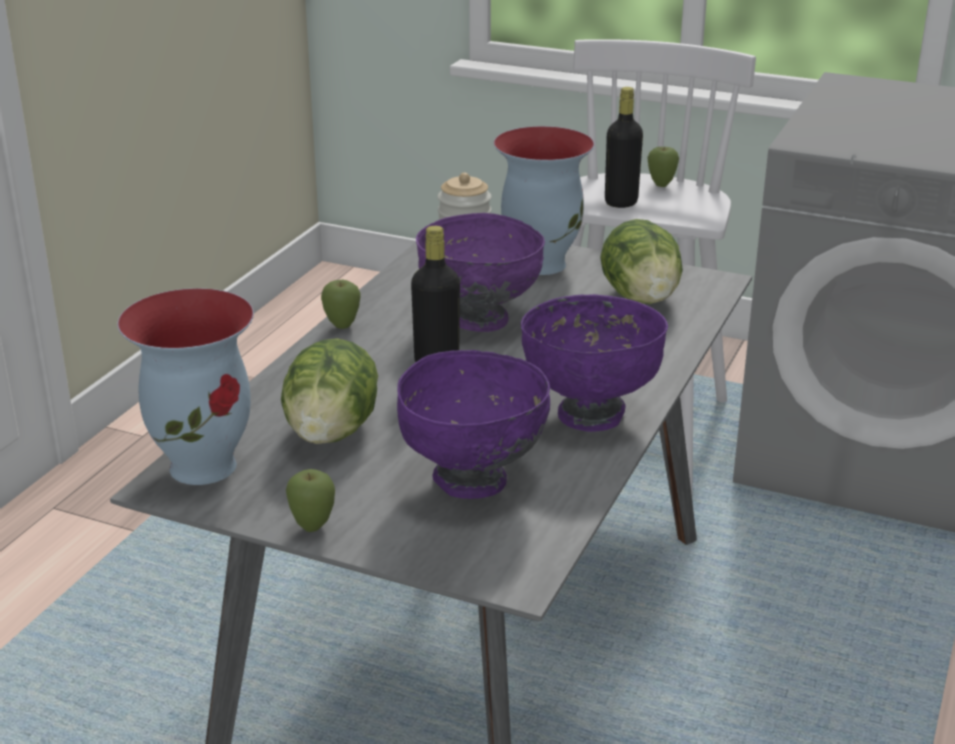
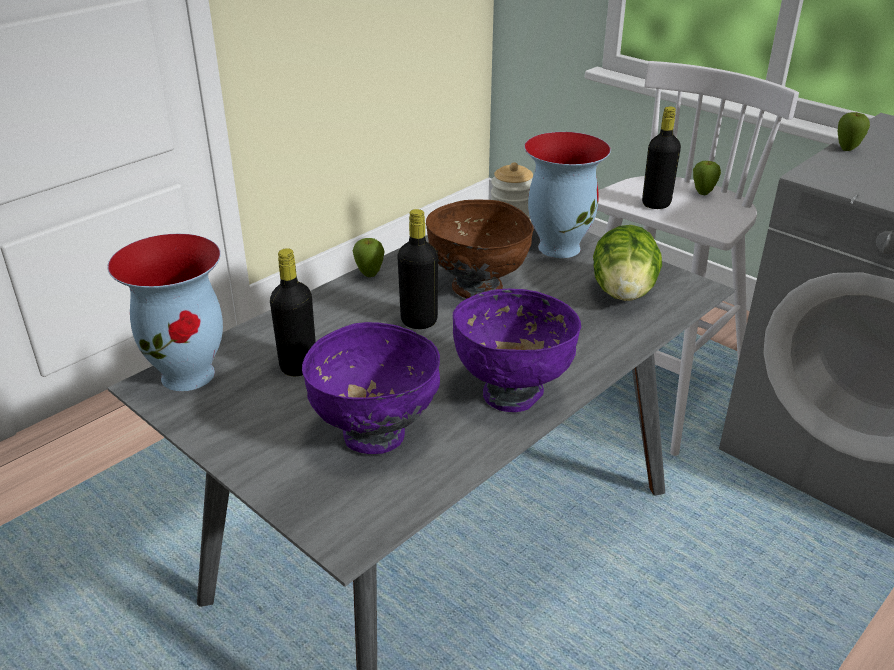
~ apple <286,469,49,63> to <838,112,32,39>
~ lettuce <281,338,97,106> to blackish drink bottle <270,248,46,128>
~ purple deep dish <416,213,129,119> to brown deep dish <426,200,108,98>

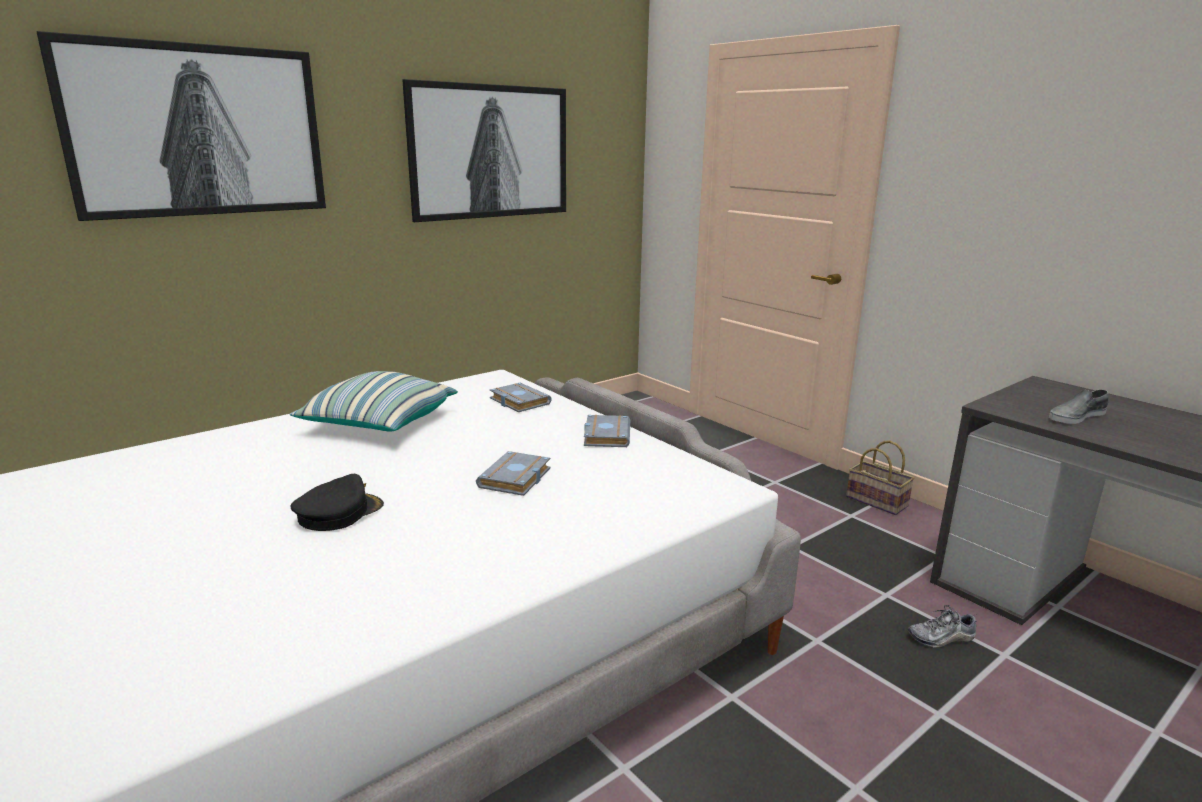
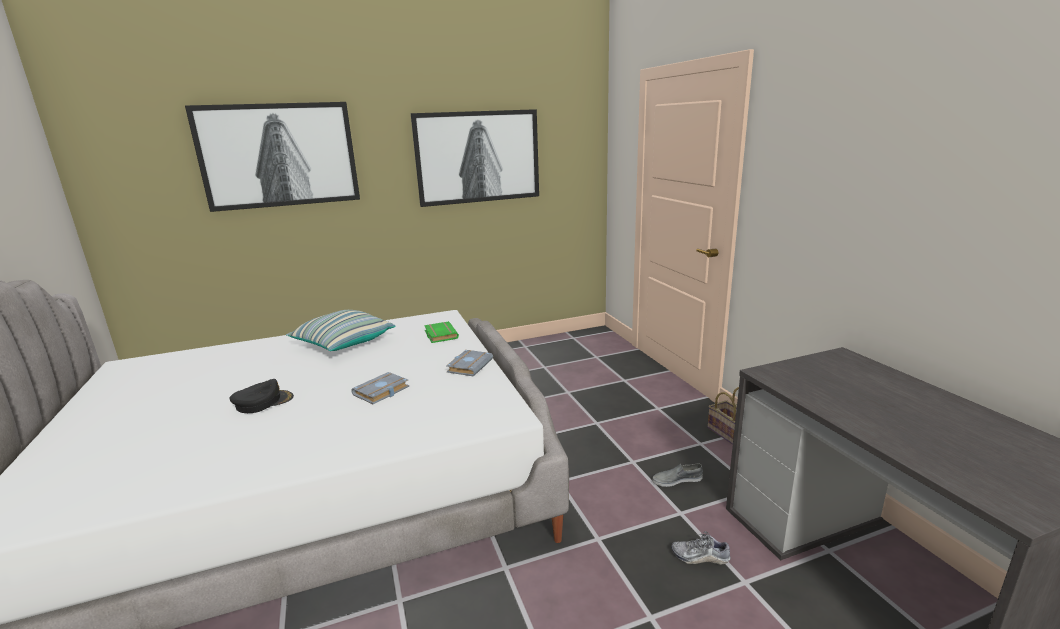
~ gray item of footwear <1049,390,60,34> to <652,463,51,24>
~ gray bound book <489,383,63,29> to green-coloured bound book <424,321,35,22>

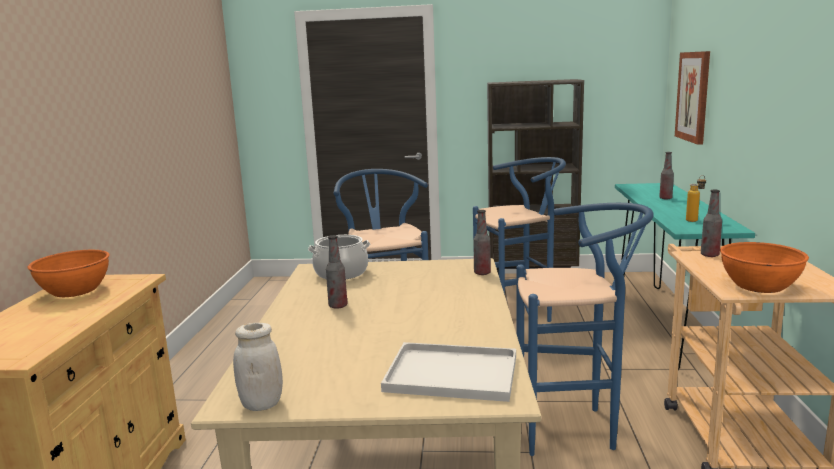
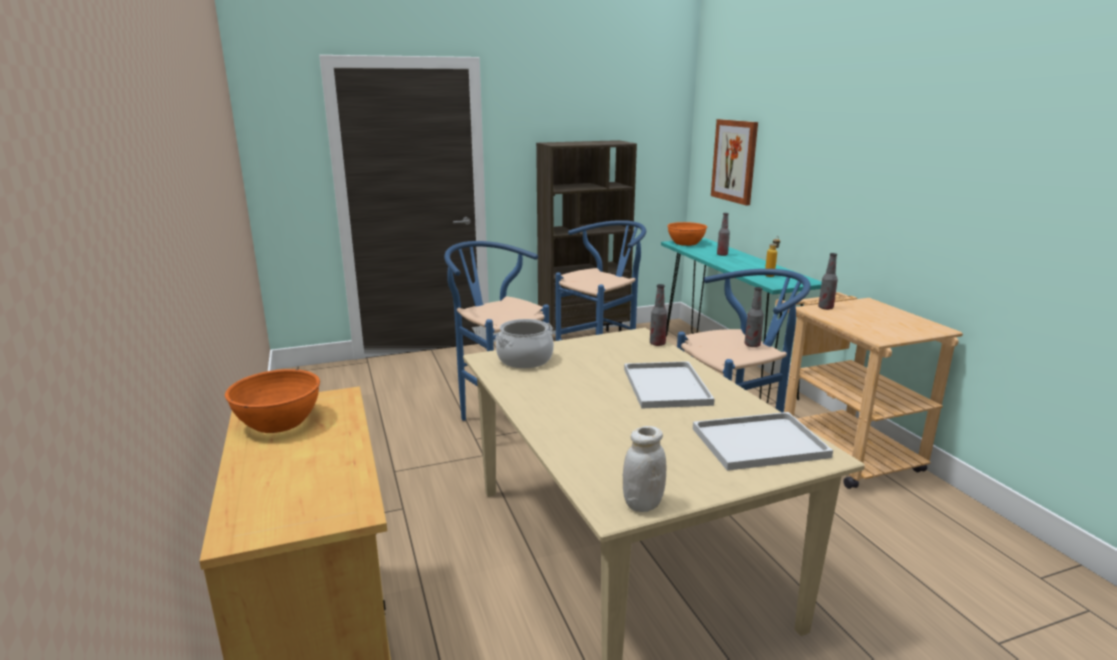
+ whitish carrying tray <624,361,91,48>
~ drink bottle <326,235,22,74> to <745,287,19,60>
~ orange-coloured deep dish <720,242,89,51> to <667,222,40,24>

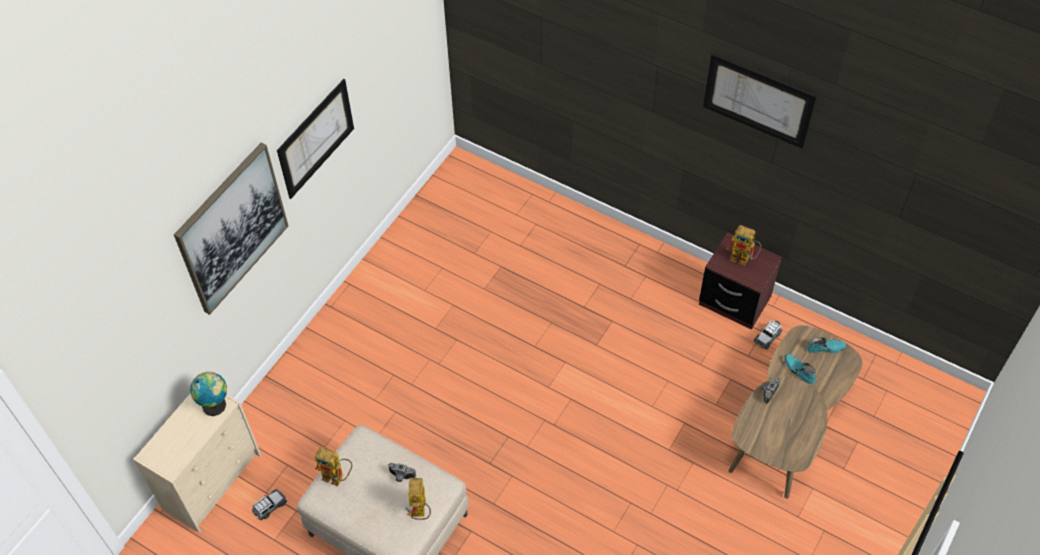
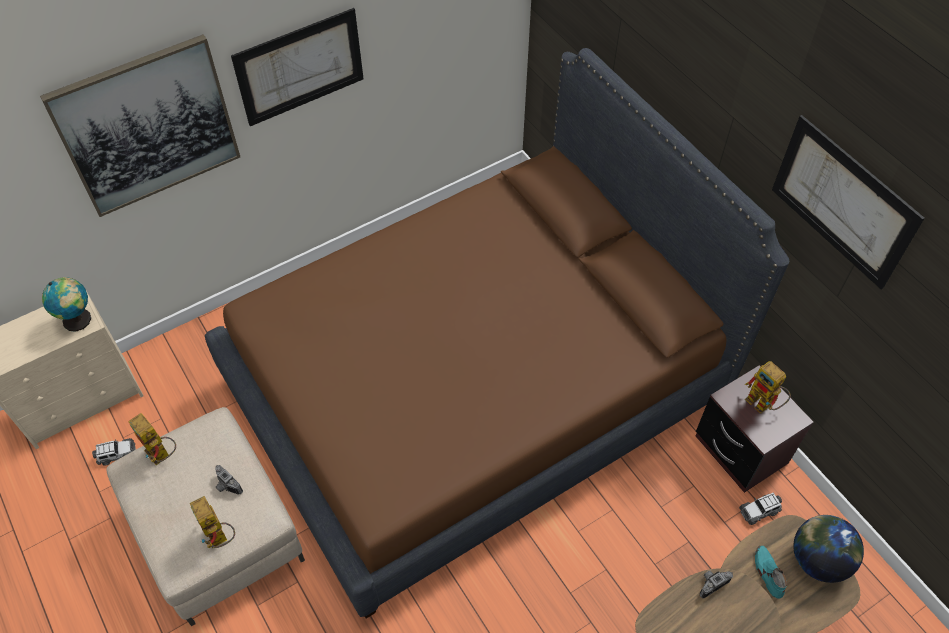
+ brown bed <205,48,584,570>
~ turquoise item of footwear <807,337,39,16> to desk globe <793,515,71,68>
~ model robot <405,478,26,42> = <190,496,45,52> 60 degrees counterclockwise

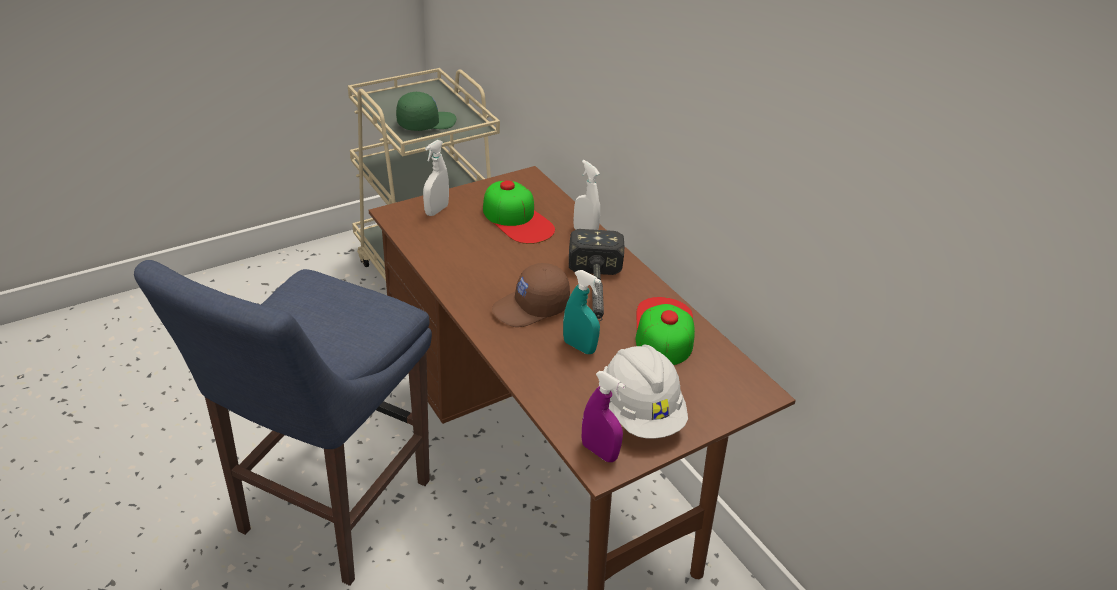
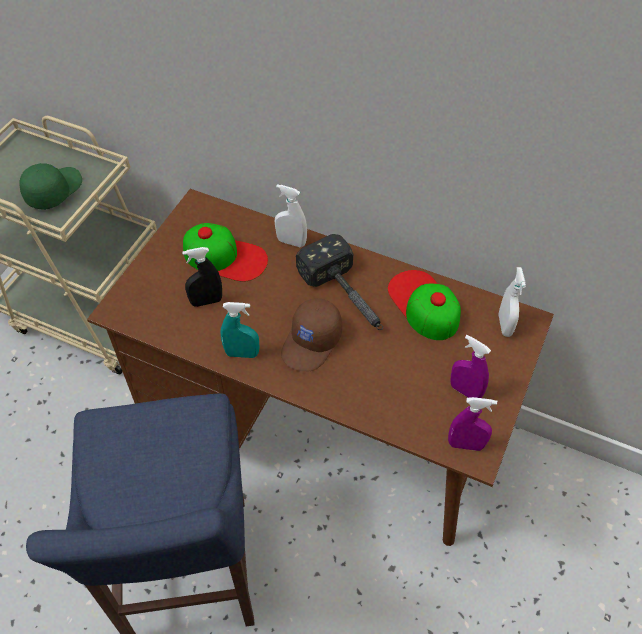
+ blackish hand sprayer <182,247,40,60>
~ whitish hand sprayer <423,140,26,76> to <499,267,27,70>
~ turquoise hand sprayer <563,270,38,84> to <220,302,39,56>
~ whitish safety helmet <599,345,89,94> to purple hand sprayer <450,335,41,63>

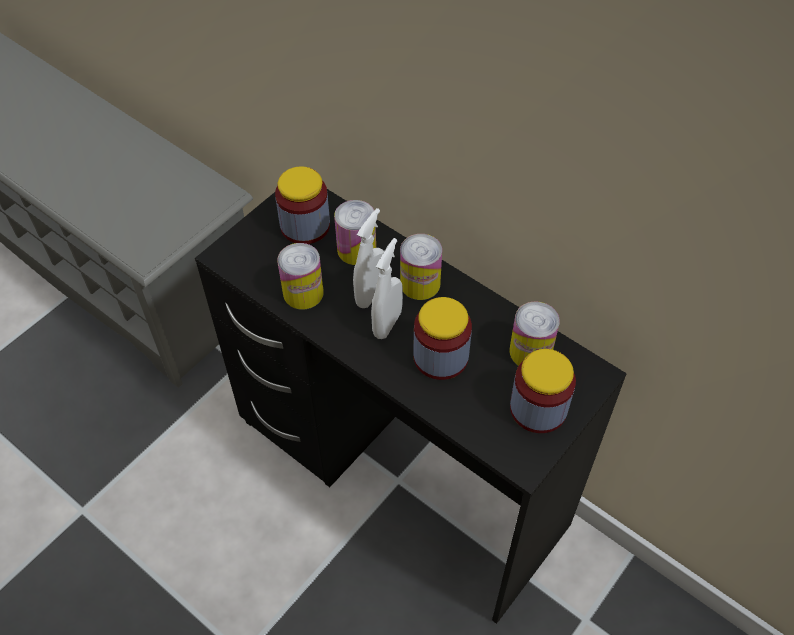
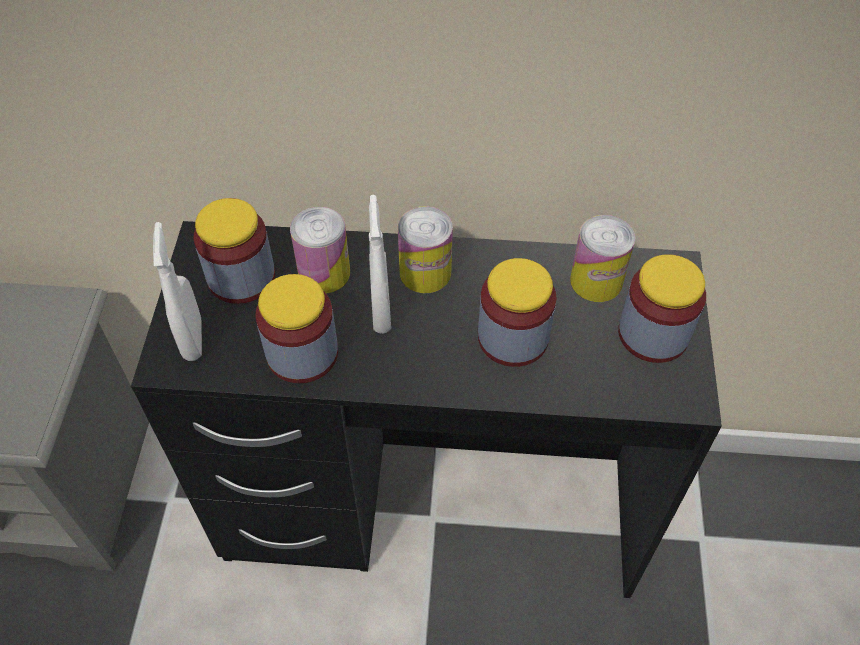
~ whitish hand sprayer <371,238,32,101> to <153,222,49,139>
~ can <277,243,47,66> to storage jar <255,274,83,109>

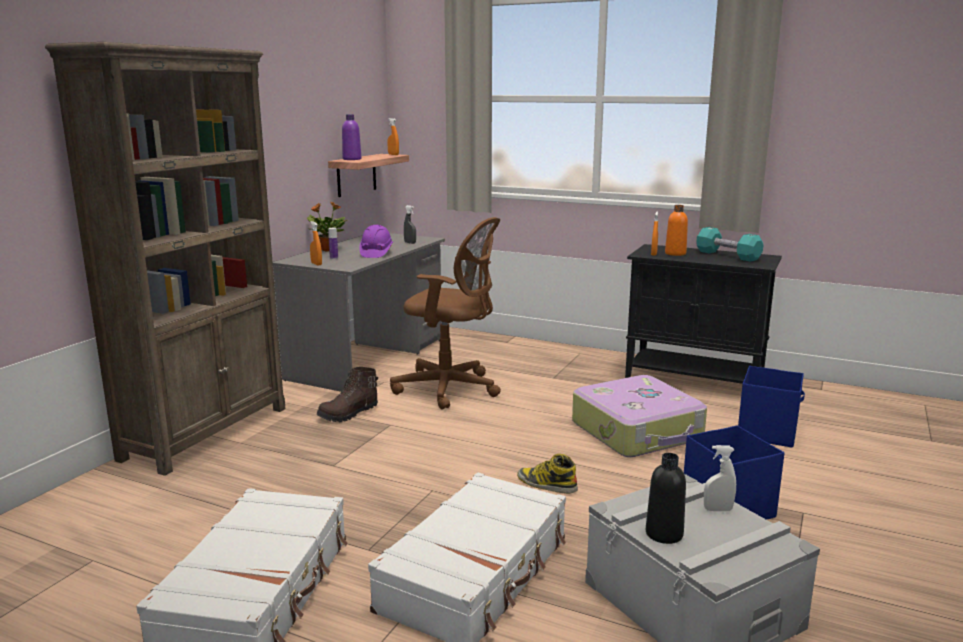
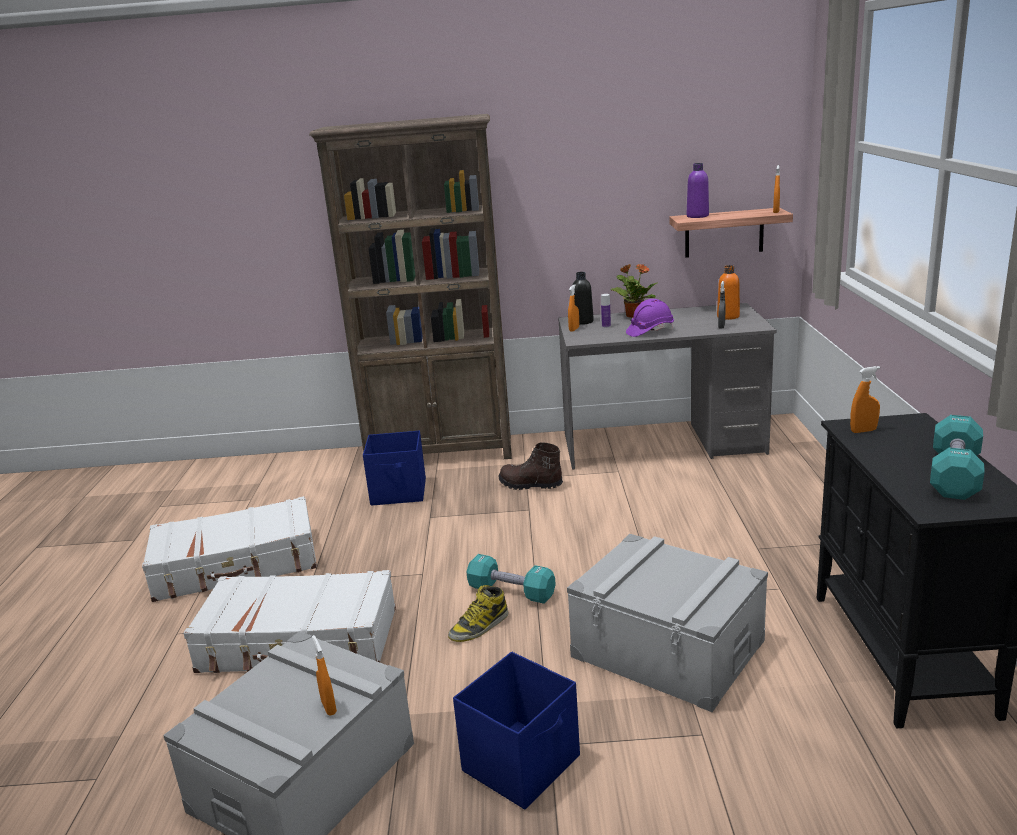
- brown office chair <390,217,111,193>
+ turquoise hand weight <467,554,89,50>
~ blackish drink bottle <646,453,40,91> to <572,272,22,53>
~ orange-coloured drink bottle <665,205,23,51> to <717,265,23,55>
~ blue storage box <738,366,67,82> to <363,430,63,76>
~ suitcase <572,375,135,82> to gray storage box <567,534,201,178>
~ whitish hand sprayer <704,445,32,66> to orange-coloured hand sprayer <312,635,25,81>
~ high-top boot <517,454,61,40> = <448,585,60,57> 135 degrees counterclockwise

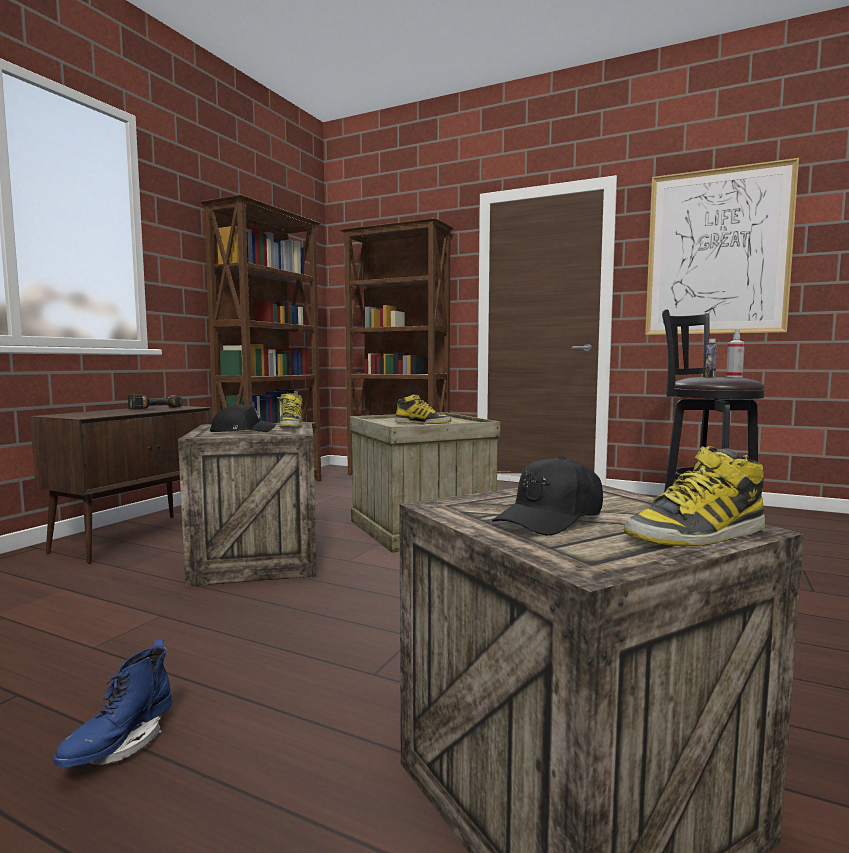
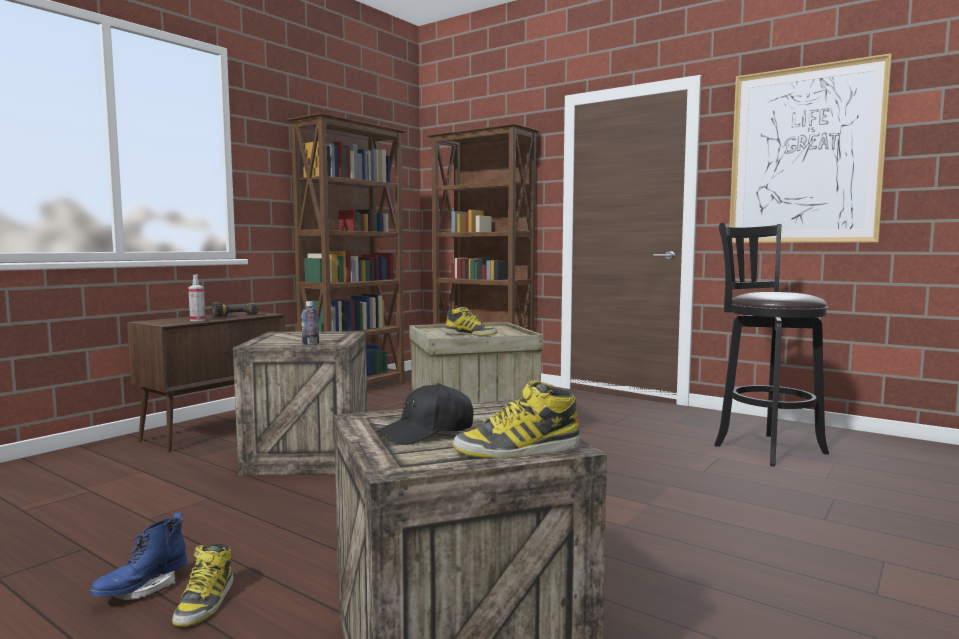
- blackish baseball cap <210,404,66,28>
~ high-top boot <279,393,24,35> to <172,544,62,82>
~ drink bottle <705,339,12,38> to <301,301,18,44>
~ hand sprayer <726,329,19,48> to <188,274,17,47>

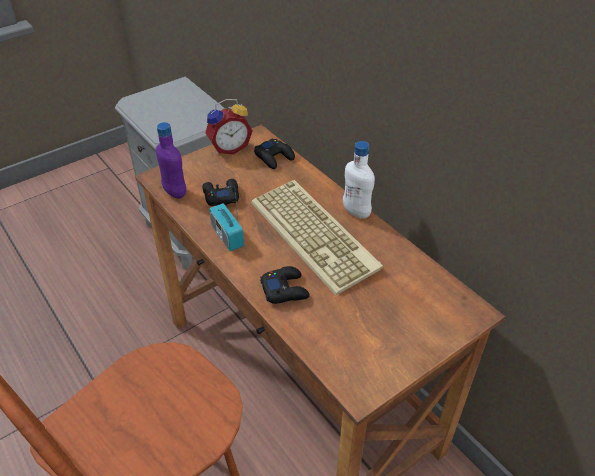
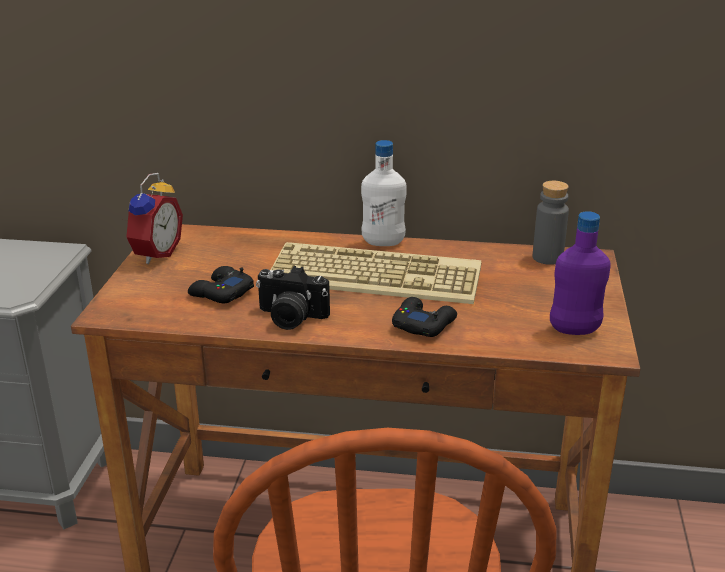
- blackish game controller <254,139,41,30>
+ gray drink bottle <533,181,36,84>
~ purple drink bottle <156,122,31,76> to <550,211,61,124>
~ radio receiver <209,193,35,58> to still camera <256,266,74,64>

